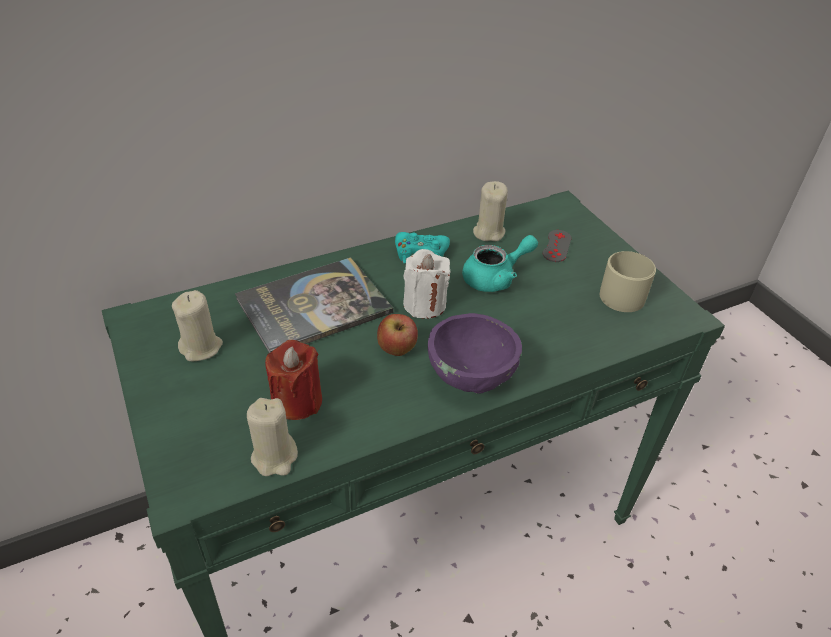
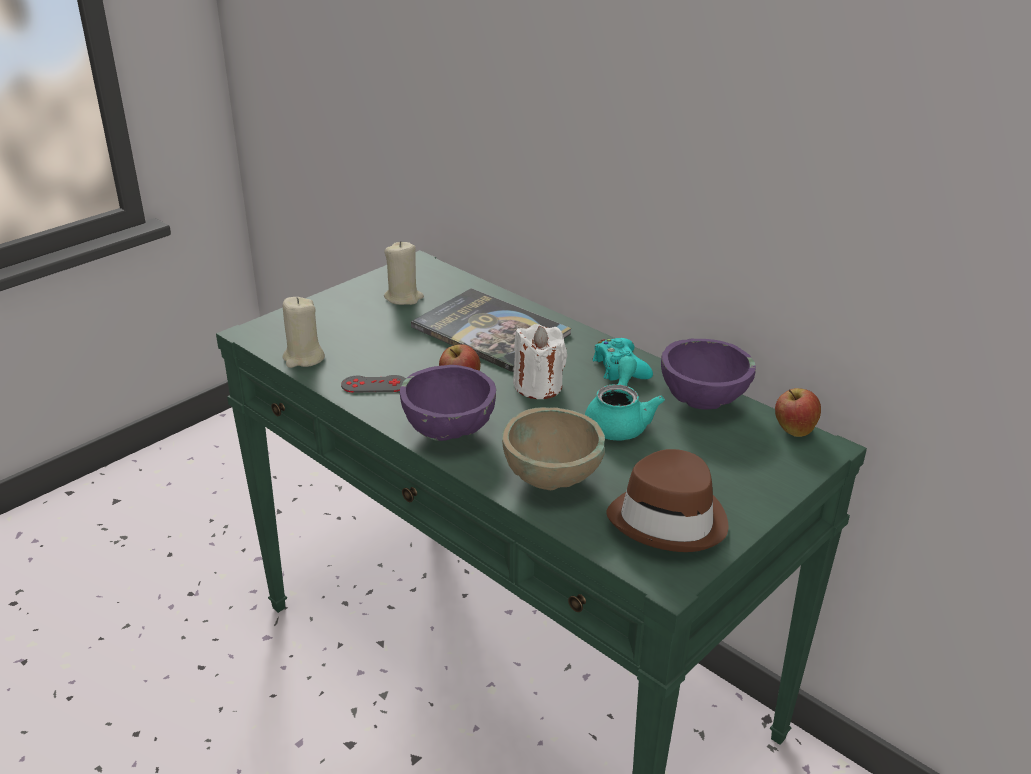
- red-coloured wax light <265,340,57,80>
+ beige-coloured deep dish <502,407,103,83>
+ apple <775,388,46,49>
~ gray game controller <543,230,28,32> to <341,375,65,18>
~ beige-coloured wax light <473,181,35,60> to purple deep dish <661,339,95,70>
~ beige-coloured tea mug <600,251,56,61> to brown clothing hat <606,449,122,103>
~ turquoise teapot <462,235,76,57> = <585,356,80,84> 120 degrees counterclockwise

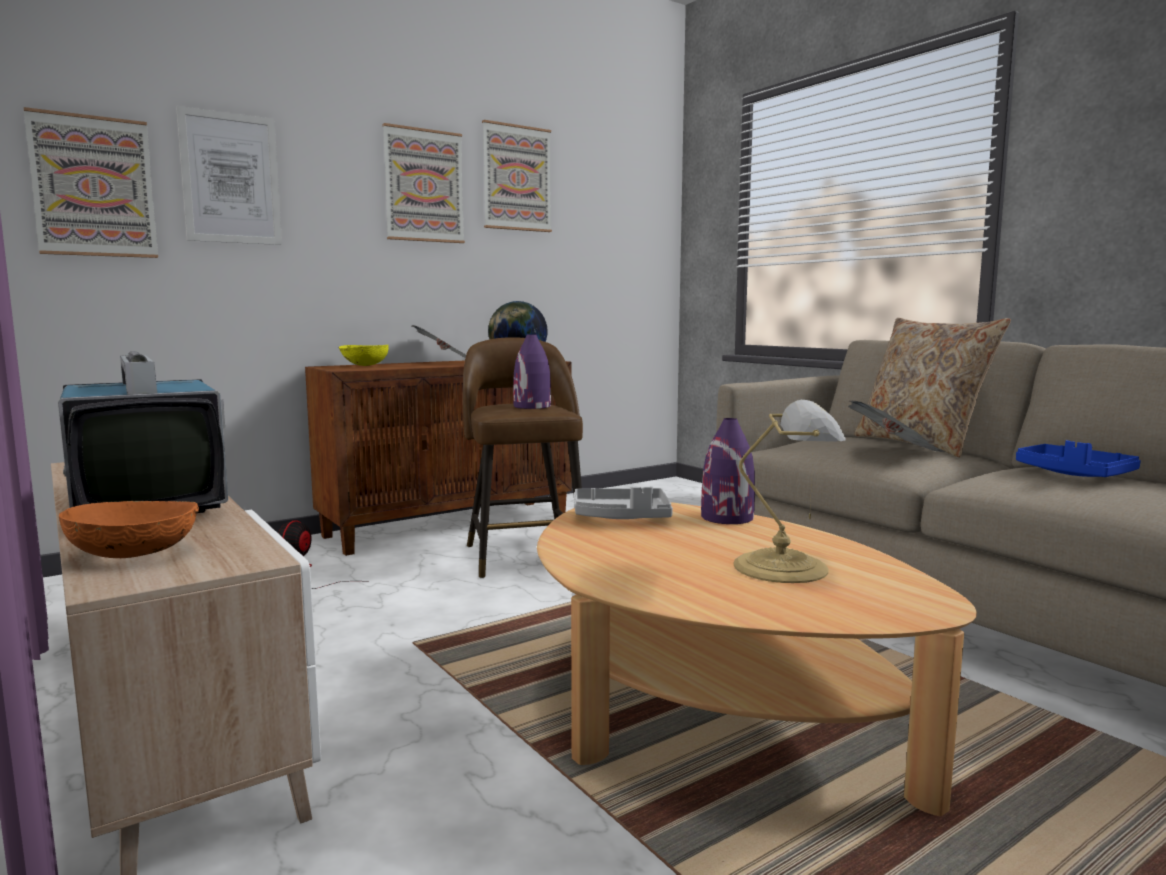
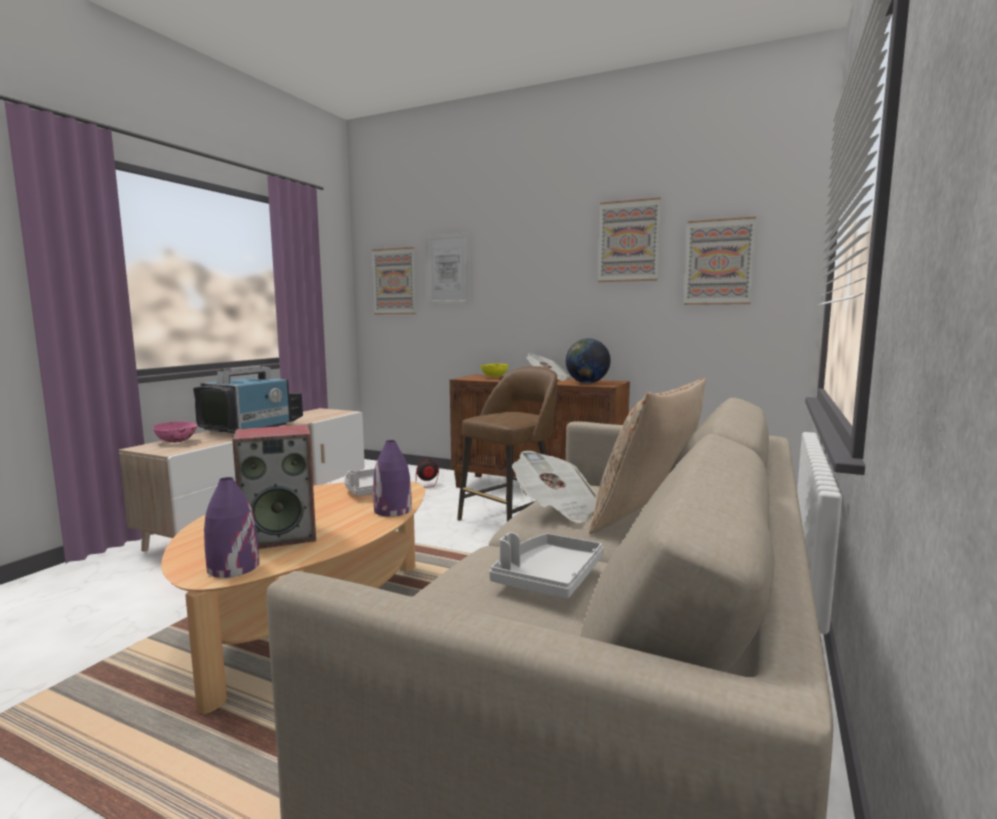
~ wall art <382,123,83,120> to <684,216,72,89>
~ purple vase <513,334,38,75> to <204,477,55,101>
~ table lamp <733,400,113,183> to loudspeaker <232,424,84,125>
~ orange-coloured deep dish <59,501,140,57> to pink deep dish <153,421,45,22>
~ blue carrying tray <1016,440,125,37> to gray carrying tray <489,532,114,67>

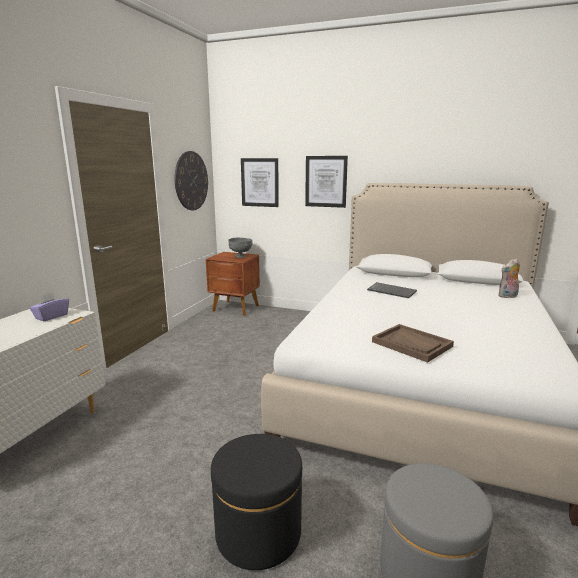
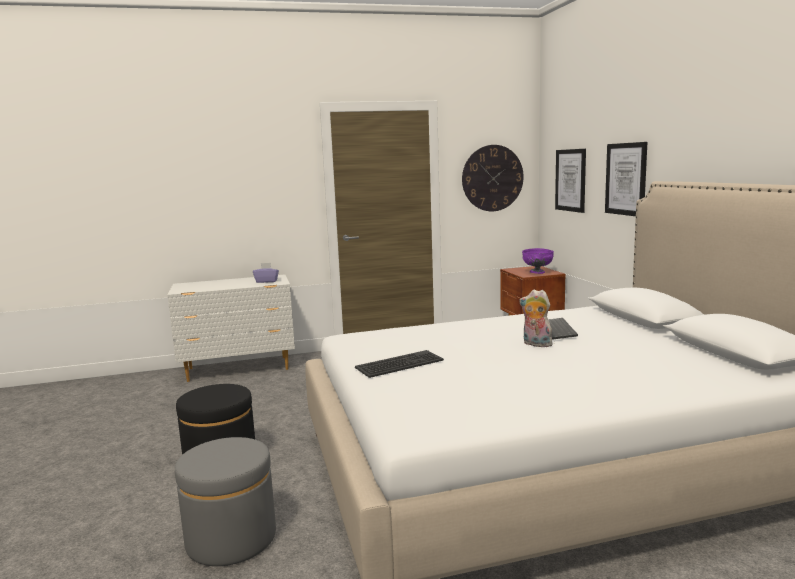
~ soft toy <498,258,22,40> to <519,289,35,58>
~ brown carrying tray <372,324,82,39> to keyboard <355,350,89,28>
~ gray deep dish <228,238,24,20> to purple deep dish <522,248,32,26>

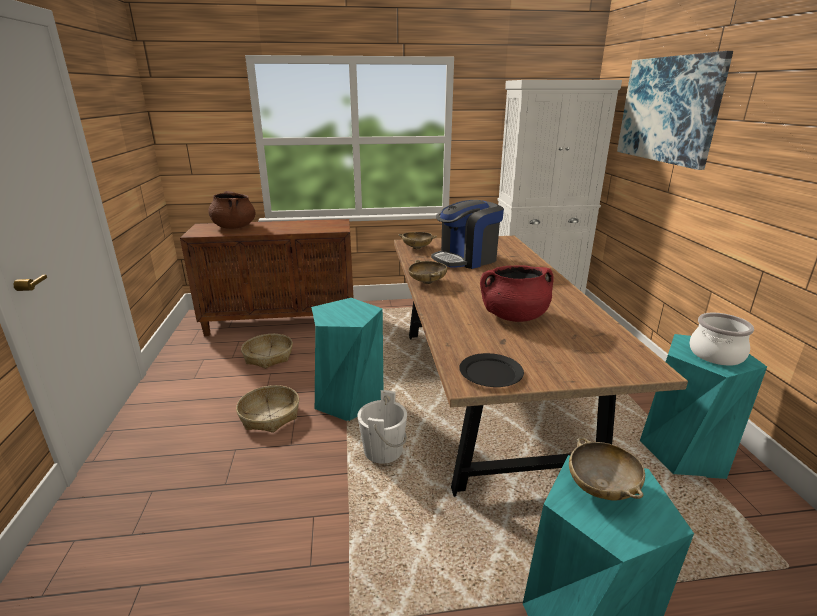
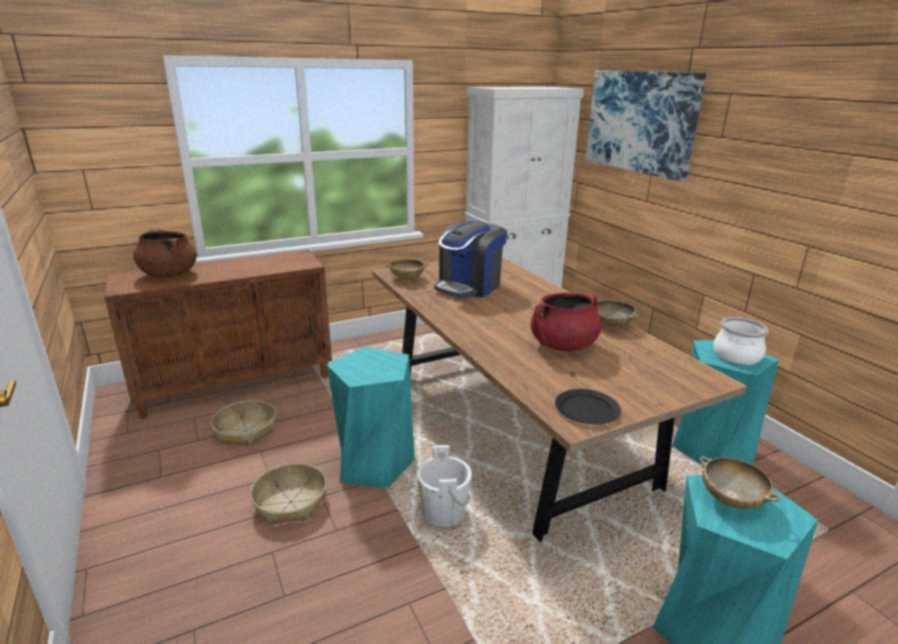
~ beige-coloured deep dish <408,260,39,24> to <597,300,42,27>

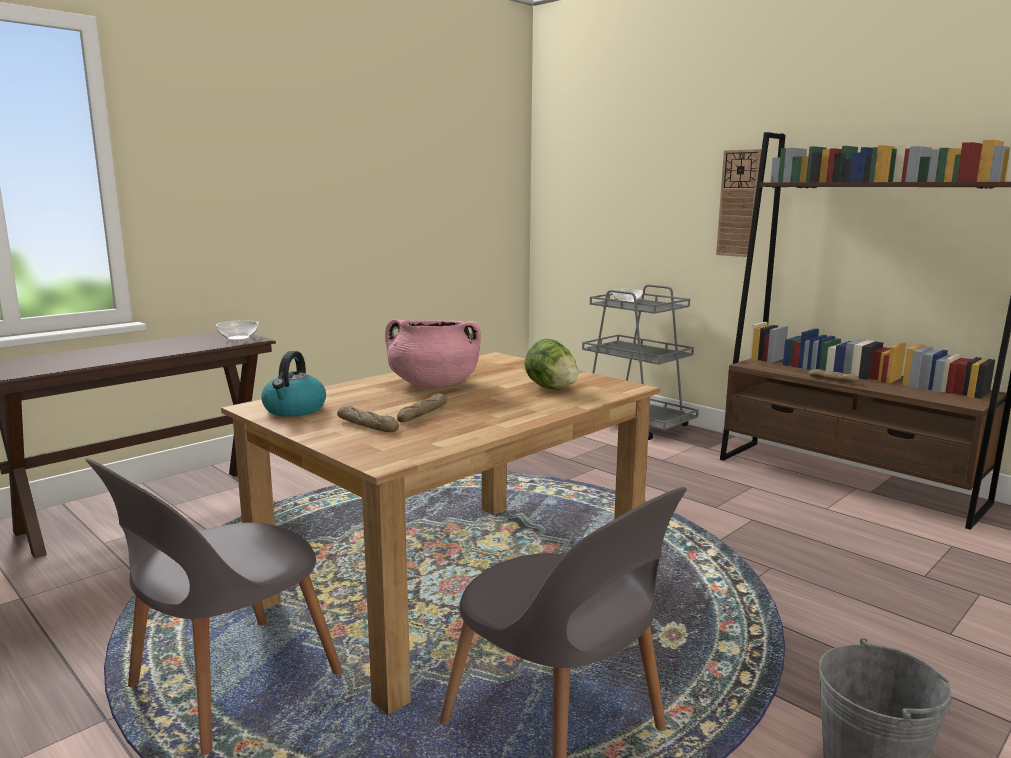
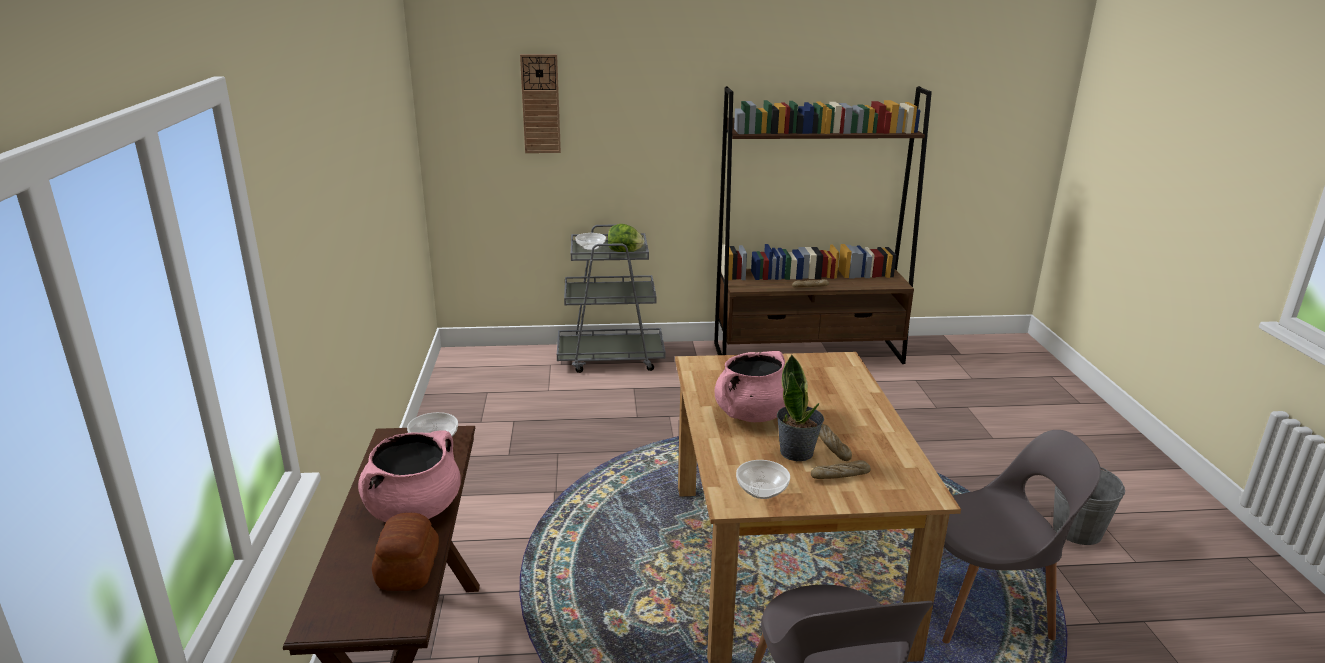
+ pink stockpot <358,430,103,92>
+ bread <372,513,67,78>
+ houseplant <777,355,47,106>
~ lettuce <524,338,54,52> to <608,224,36,28>
~ hanging clock <716,149,46,108> to <520,54,41,99>
~ kettle <261,351,65,66> to deep dish <736,460,54,39>

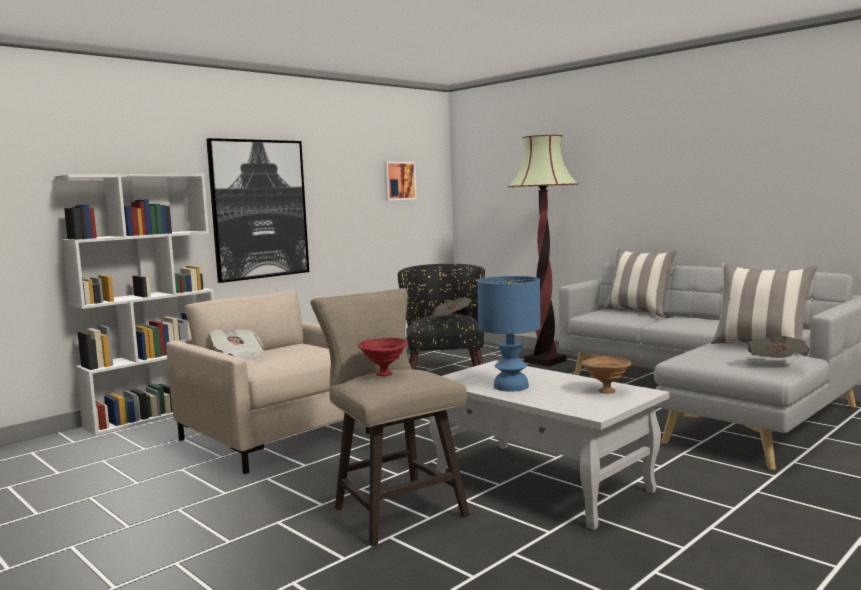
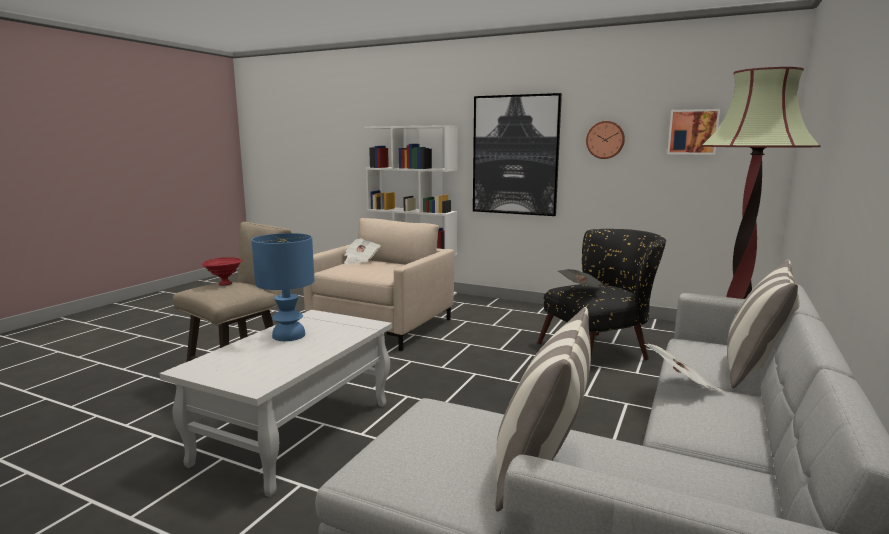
- brown deep dish <581,356,51,37>
+ hanging clock <586,121,39,38>
~ newspaper <745,336,65,22> to <644,343,80,49>

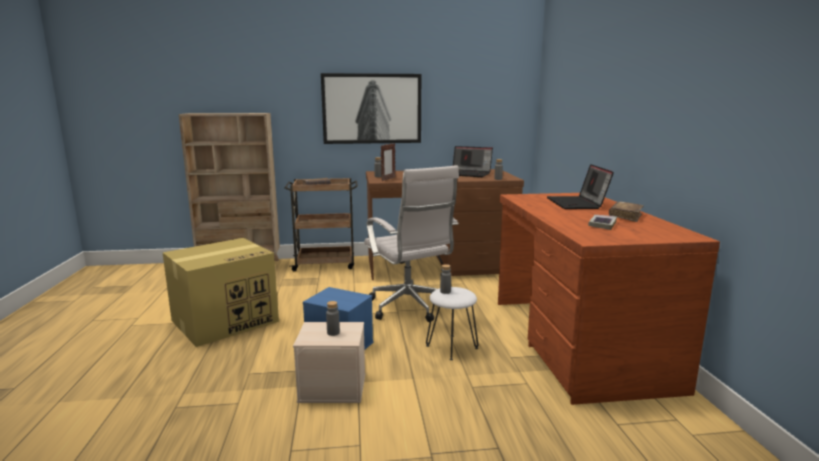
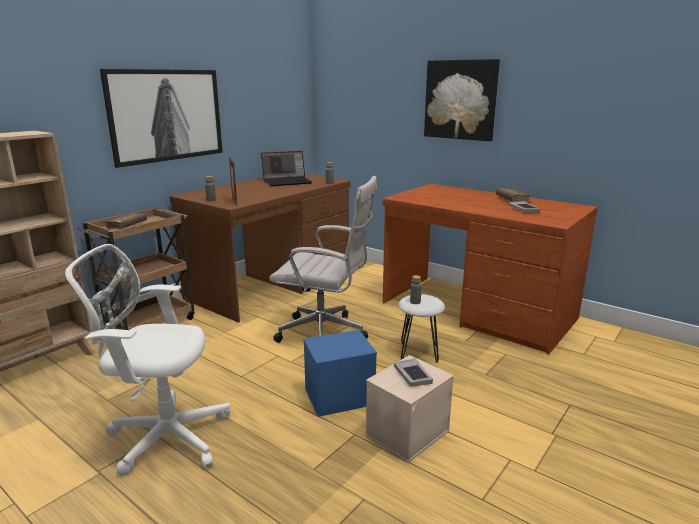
- portable computer <547,164,67,45>
+ wall art <424,59,76,82>
~ cardboard box <162,238,117,109> to whitish office chair <65,244,165,232>
~ gray drink bottle <326,301,14,35> to bound book <394,358,39,29>

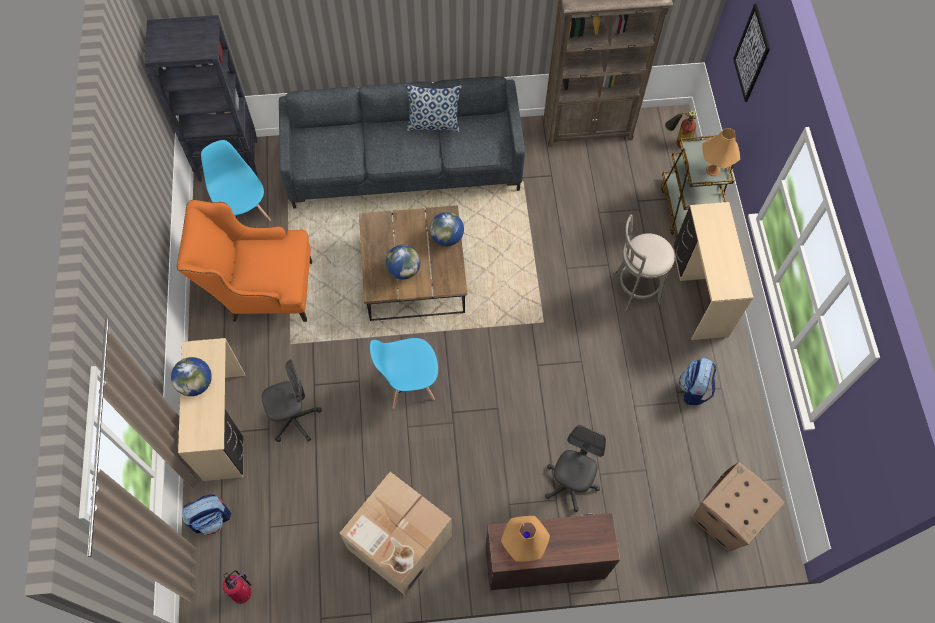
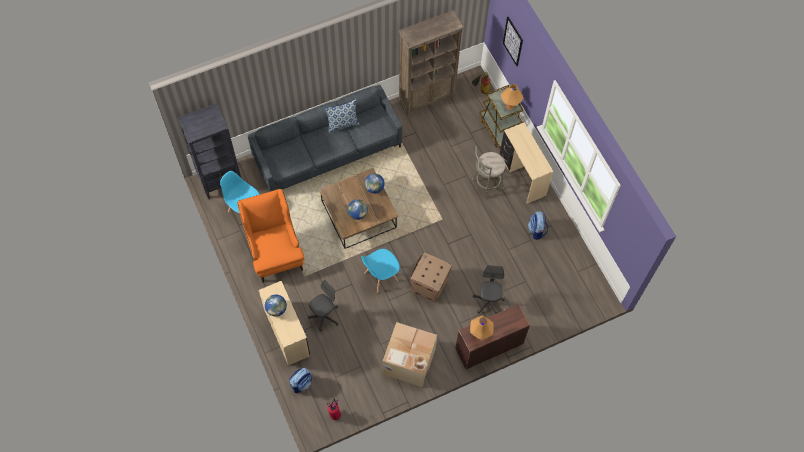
~ cardboard box <692,462,93,90> to <410,253,42,50>
~ orange-coloured easy chair <177,200,135,122> = <237,189,67,94> 90 degrees clockwise

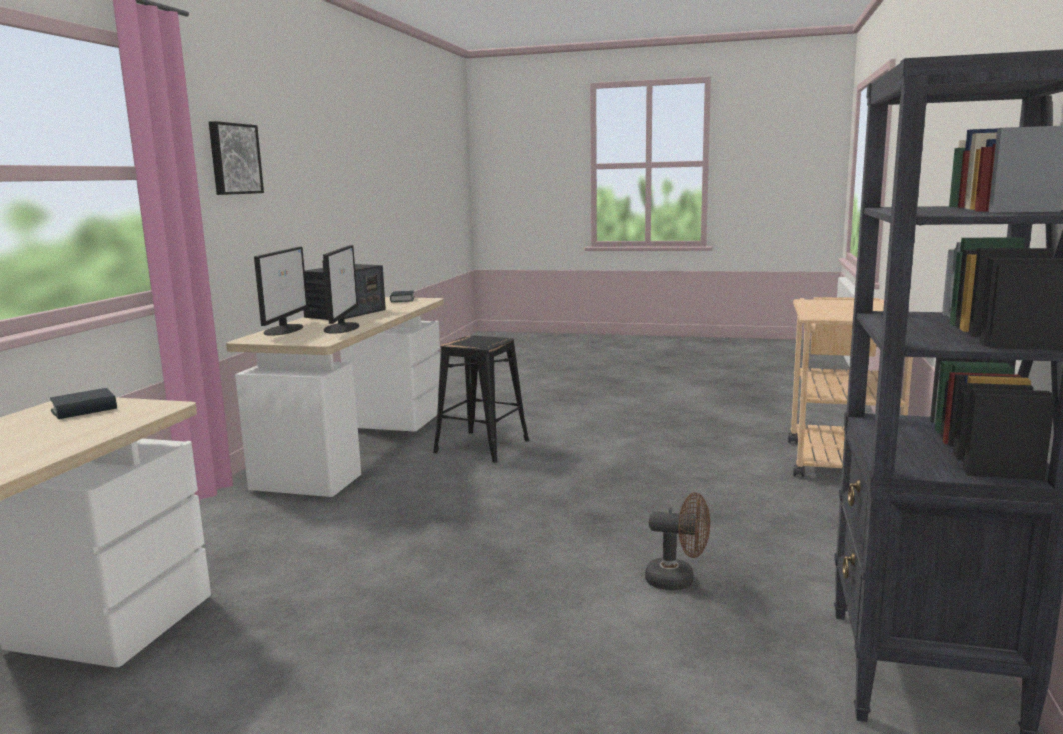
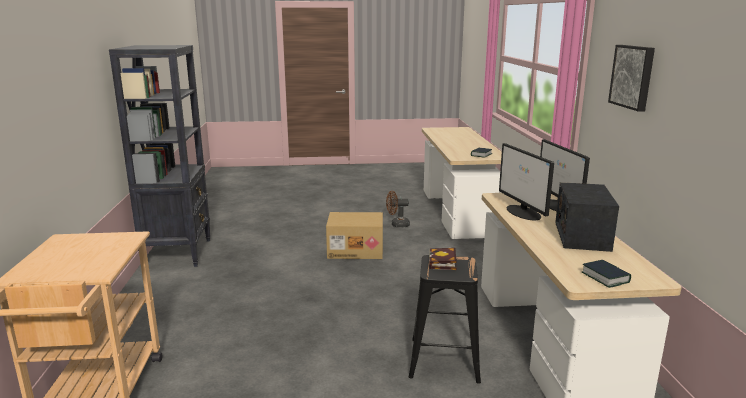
+ cardboard box <326,212,57,47>
+ bound book <429,248,28,22>
~ brown cooling fan <645,492,65,98> to <386,191,24,37>

